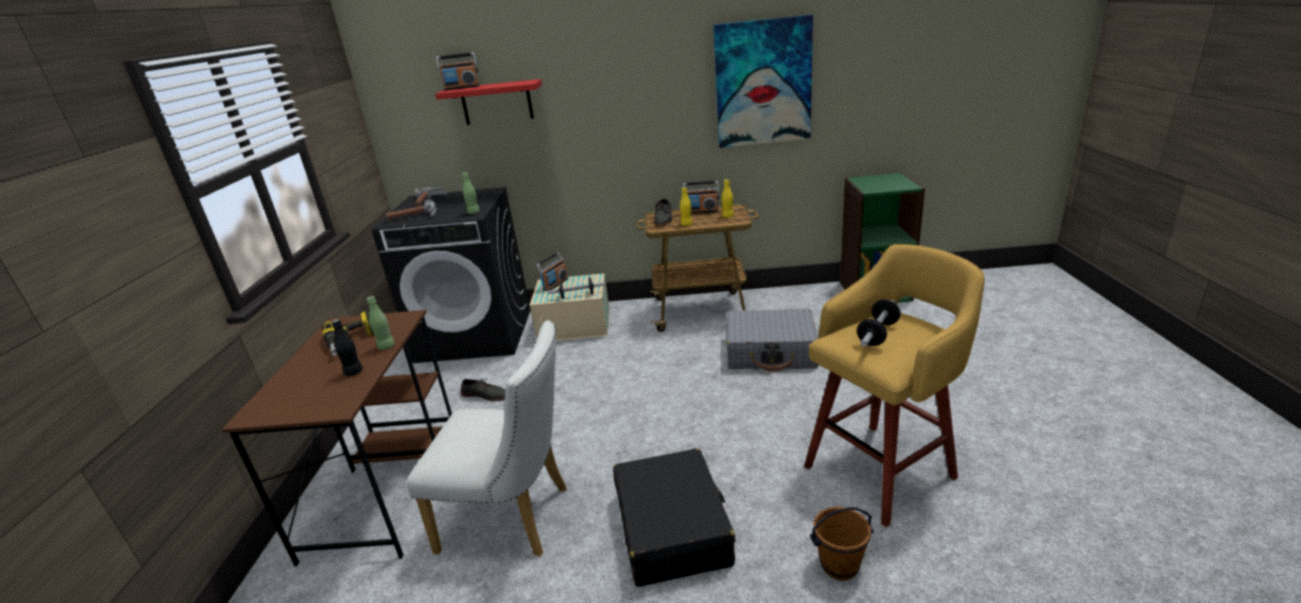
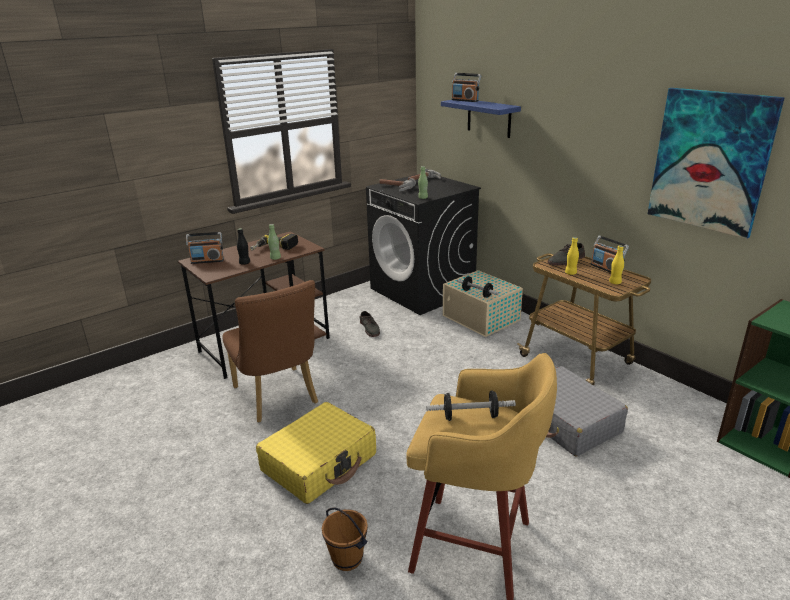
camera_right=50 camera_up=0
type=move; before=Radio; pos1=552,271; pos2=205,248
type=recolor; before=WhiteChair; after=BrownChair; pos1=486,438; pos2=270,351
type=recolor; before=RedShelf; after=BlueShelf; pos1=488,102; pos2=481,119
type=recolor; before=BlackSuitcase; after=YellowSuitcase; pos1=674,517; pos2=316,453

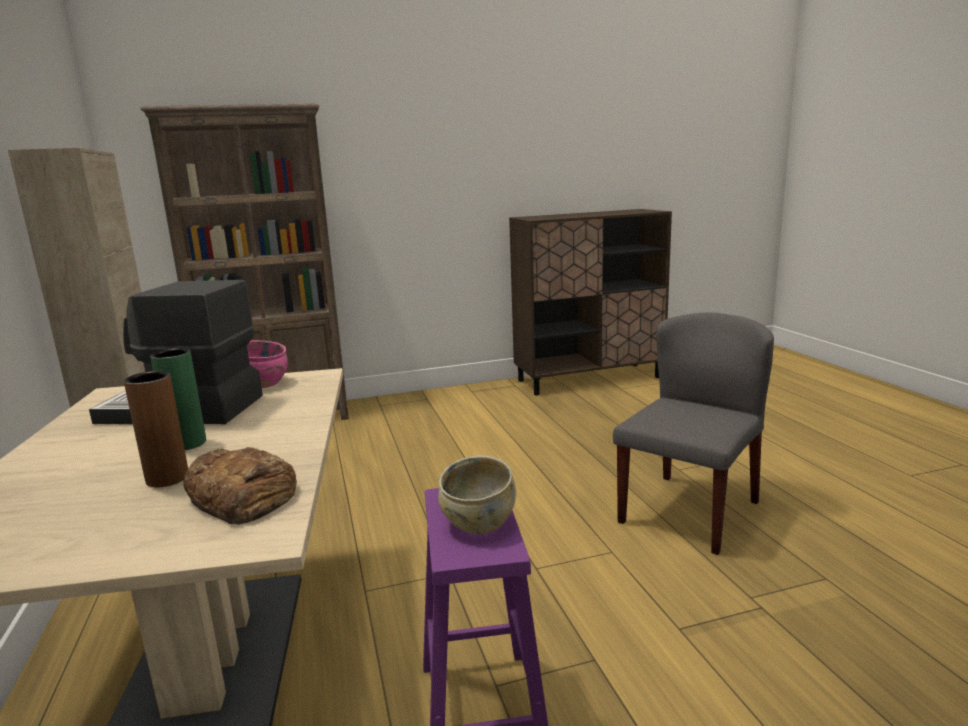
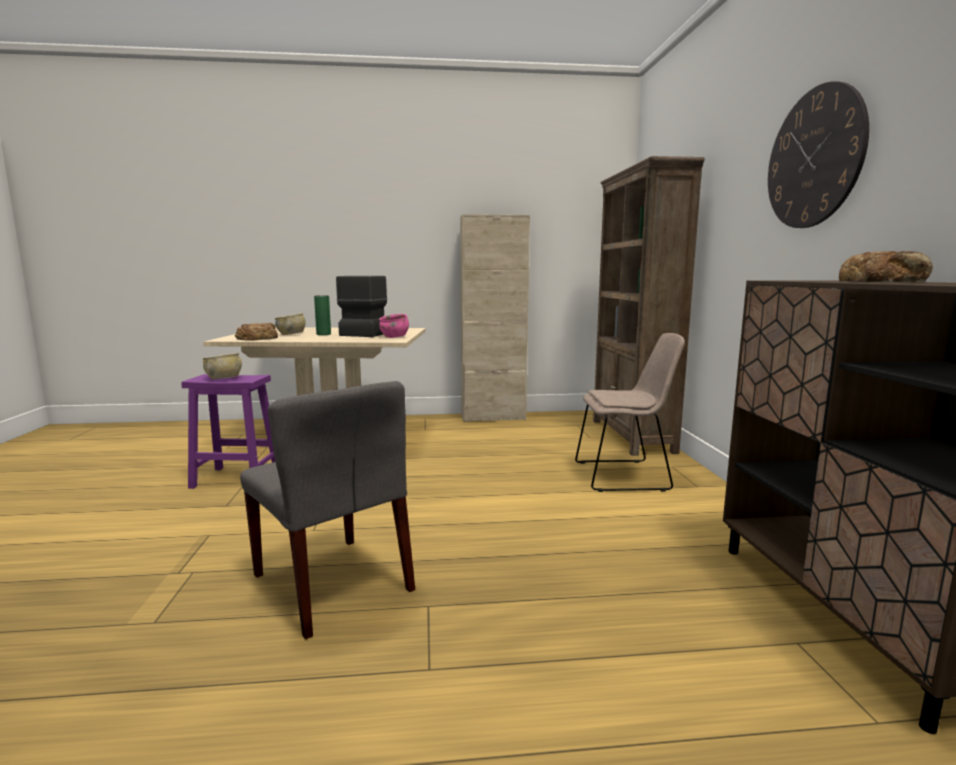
camera_right=100 camera_up=-5
type=insert; after=BeigeChair; pos2=630,412
type=insert; after=WallClock; pos2=818,154
type=insert; after=Bread; pos2=886,266
type=replace; before=BrownVase; after=BeigeBowl; pos1=156,429; pos2=290,324

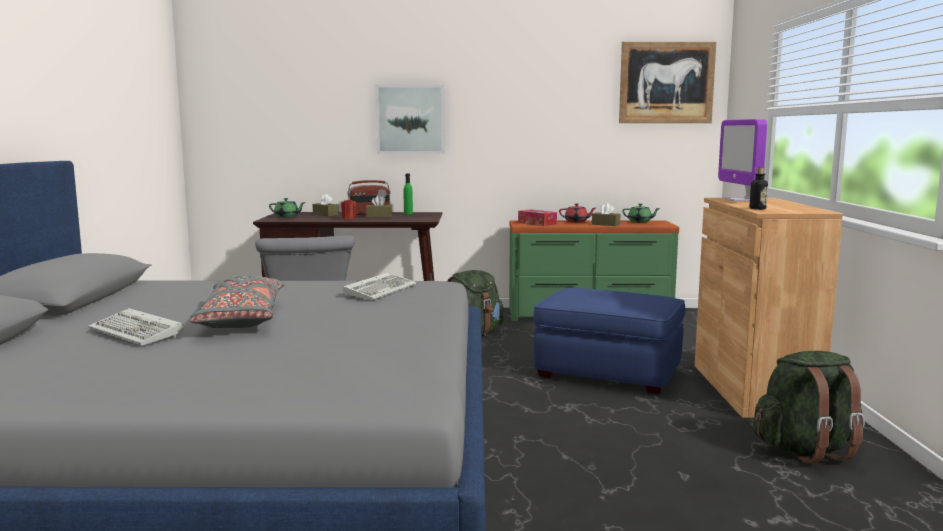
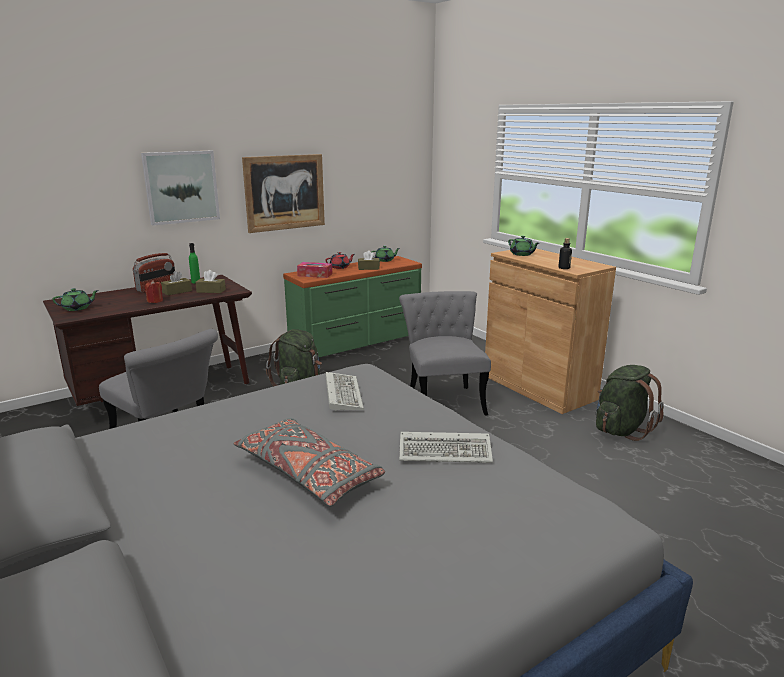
camera_right=-35 camera_up=10
type=move; before=Keyboard; pos1=136,327; pos2=446,447
type=move; before=BrownTissueBox; pos1=326,205; pos2=210,281
type=move; before=Picture; pos1=667,82; pos2=283,193
type=replace; before=BlueOttoman; after=GreyChair; pos1=609,341; pos2=445,353
type=replace; before=Monitor; after=GreenTeapot; pos1=742,160; pos2=523,246

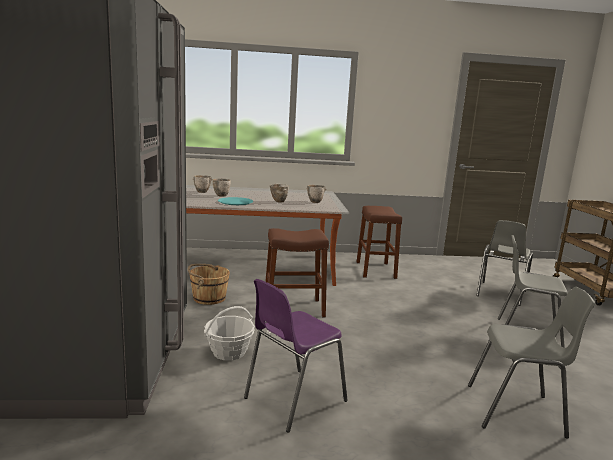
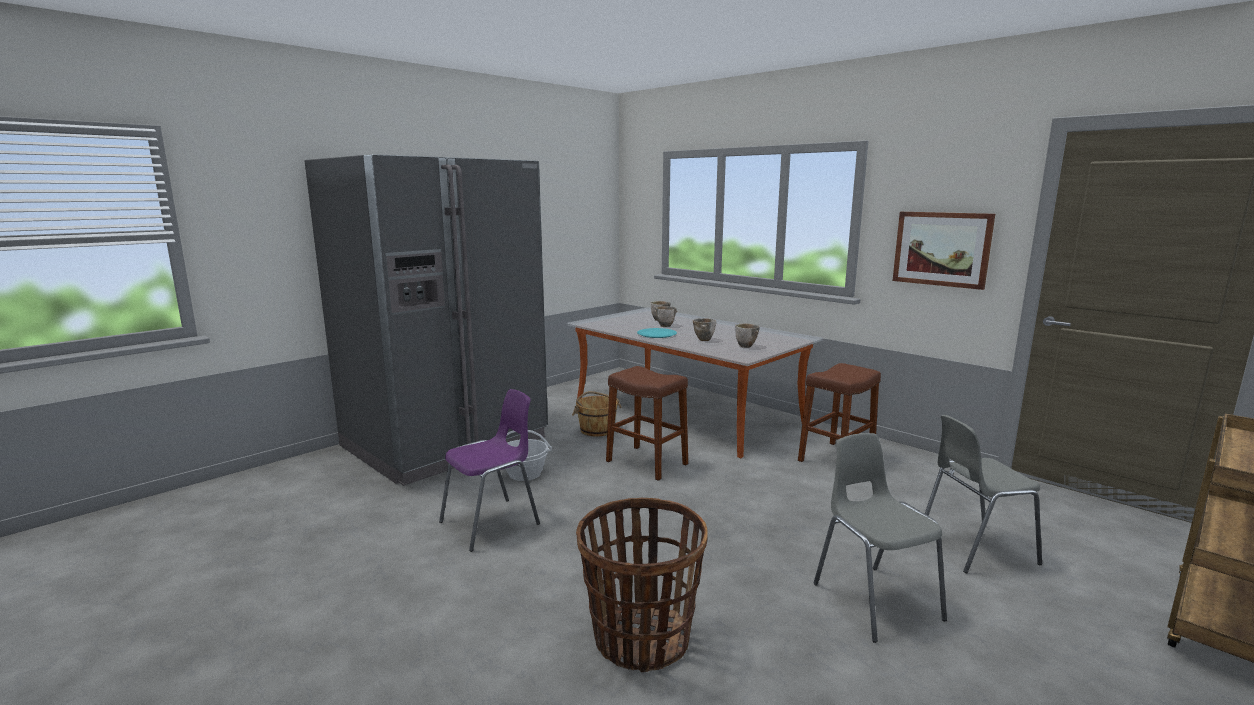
camera_right=50 camera_up=0
type=insert; after=Picture; pos2=944,251
type=replace; before=GreyChair; after=Basket; pos1=531,363; pos2=642,585
type=rotate; before=PurpleChair; pos1=296,356; pos2=489,470; turn=135

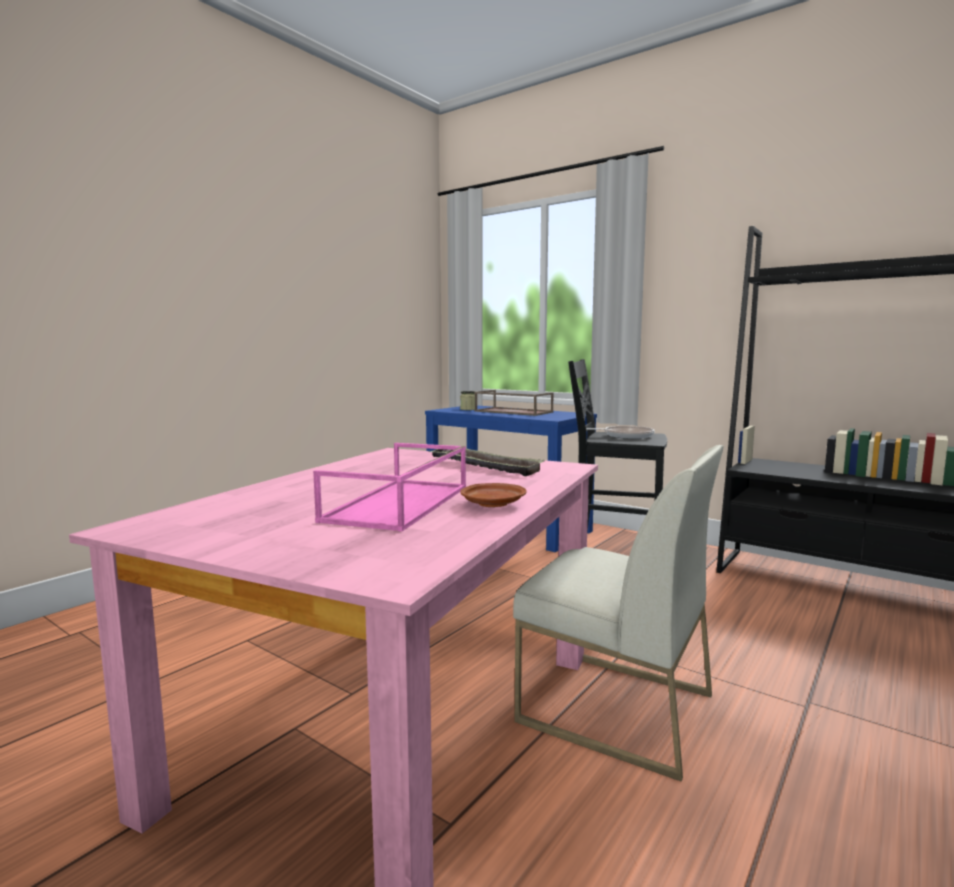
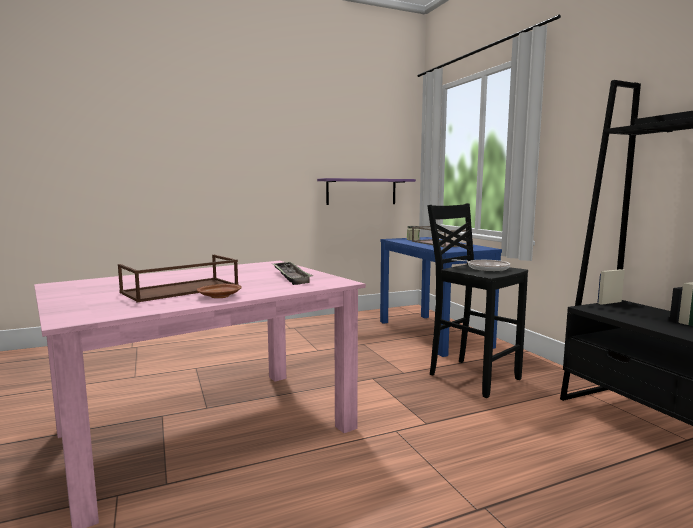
camera_right=30 camera_up=0
type=delete; before=WhiteChair; pos1=618,613
type=insert; after=PurpleShelf; pos2=366,191
type=recolor; before=PinkTray; after=BrownTray; pos1=389,487; pos2=178,278

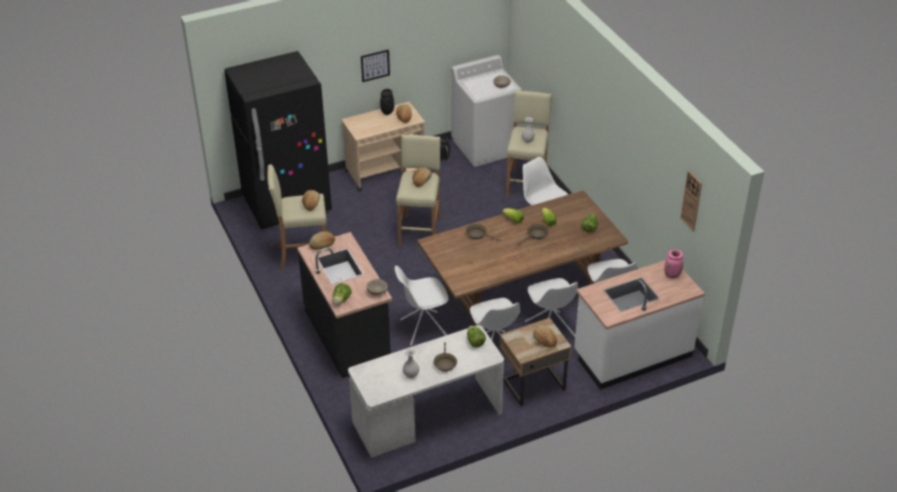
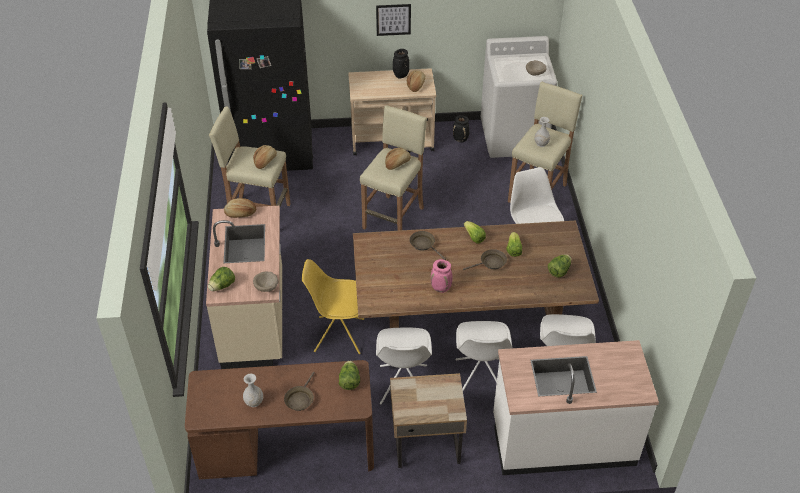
camera_right=20 camera_up=5
type=delete; before=Bread; pos1=545,336
type=delete; before=WallClock; pos1=691,201
type=move; before=PinkVase; pos1=673,264; pos2=441,276
type=recolor; before=BlackCounter; after=BeigeCounter; pos1=344,305; pos2=244,287
type=recolor; before=WhiteDesk; after=BrownDesk; pos1=426,391; pos2=279,420
type=recolor; before=WhiteChair; after=YellowChair; pos1=421,306; pos2=333,306

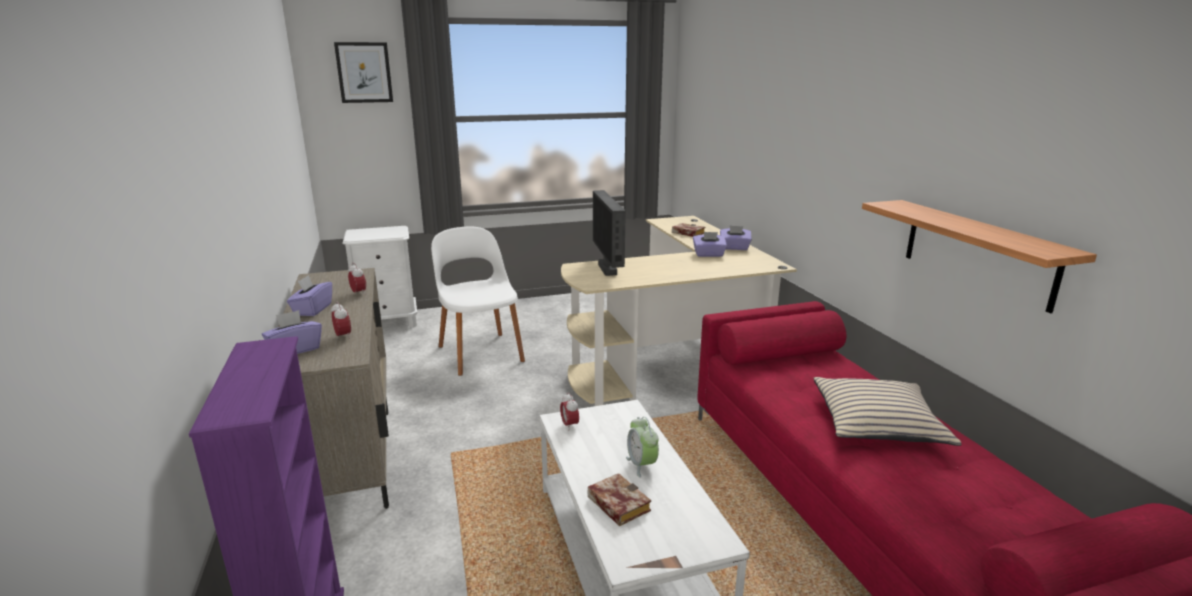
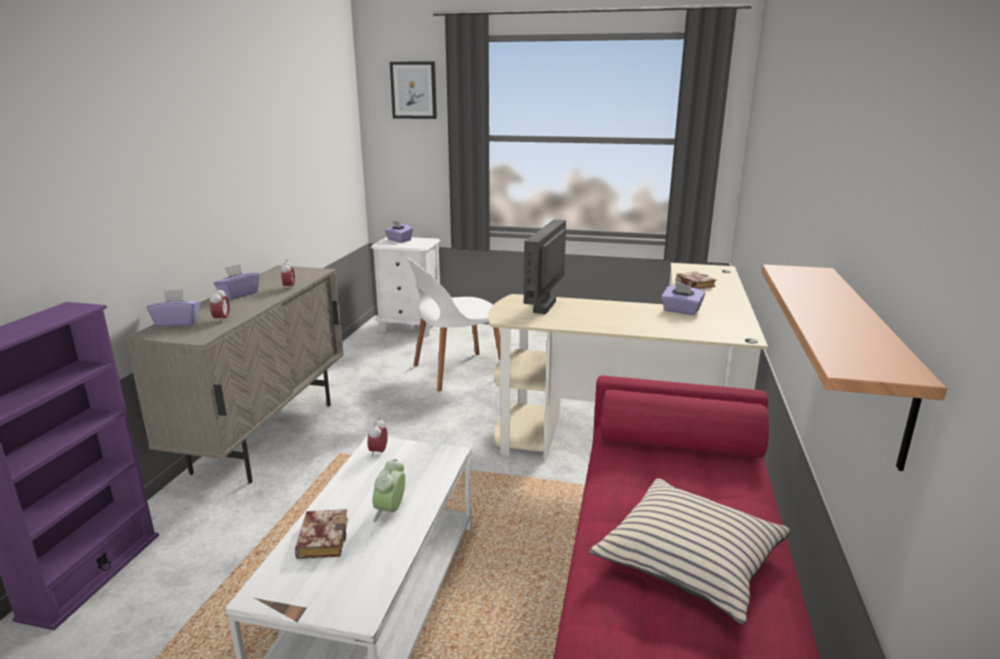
camera_right=30 camera_up=0
type=move; before=PurpleTissueBox; pos1=736,237; pos2=399,232
type=rotate; before=WhiteChair; pos1=478,301; pos2=453,324; turn=-120

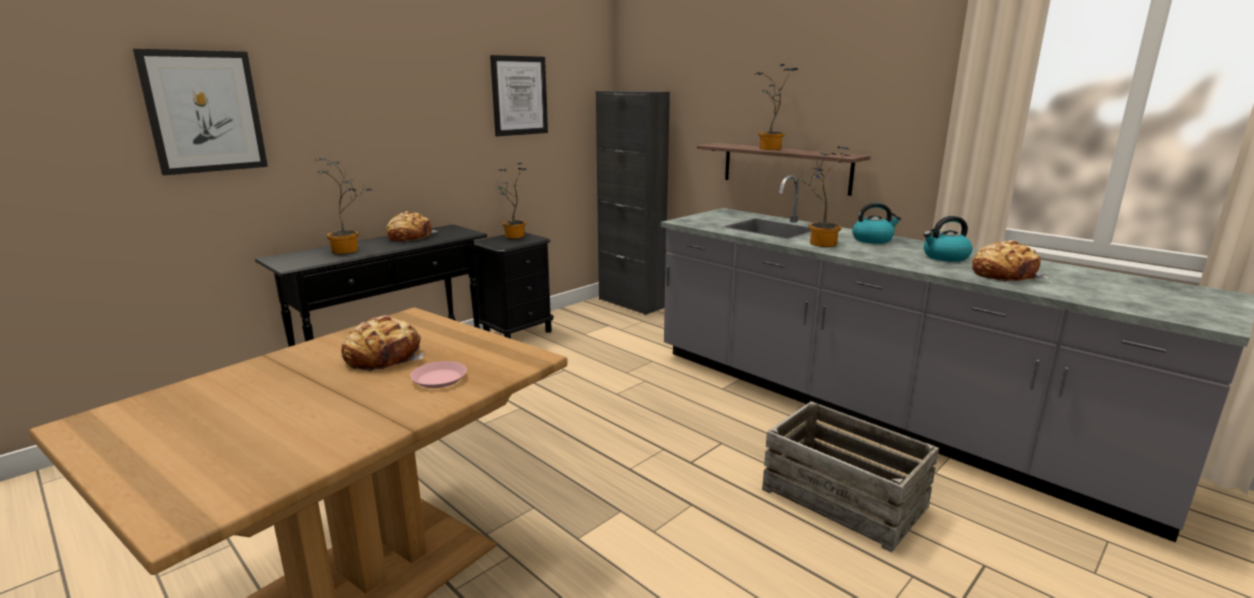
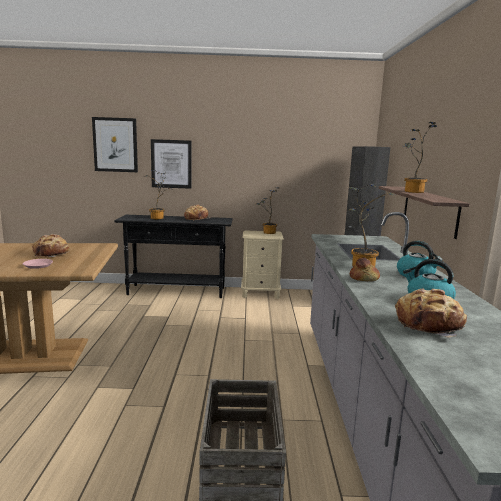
camera_right=45 camera_up=-5
type=insert; after=Bread; pos2=365,269
type=move; before=Picture; pos1=519,95; pos2=171,164
type=recolor; before=BlackNightstand; after=BeigeNightstand; pos1=514,285; pos2=262,264

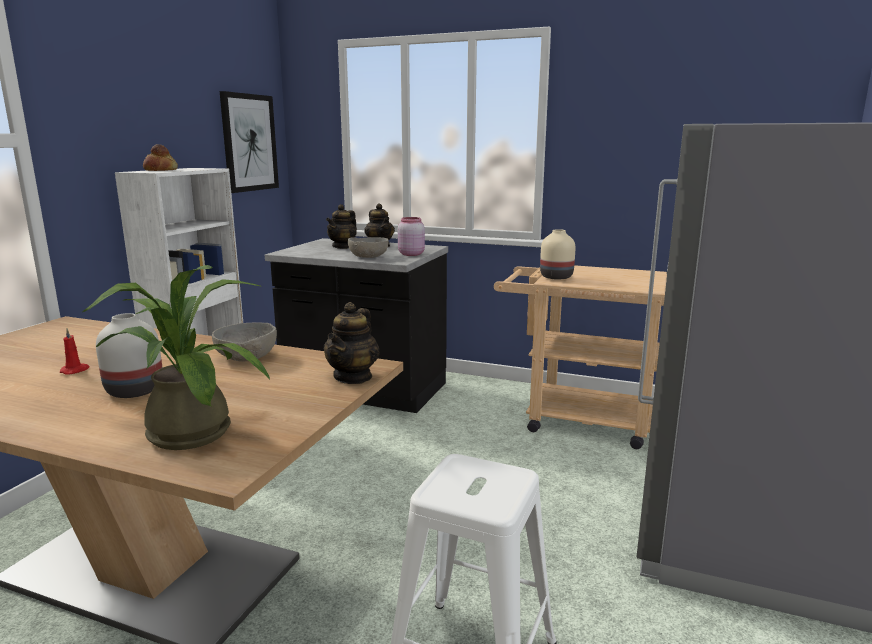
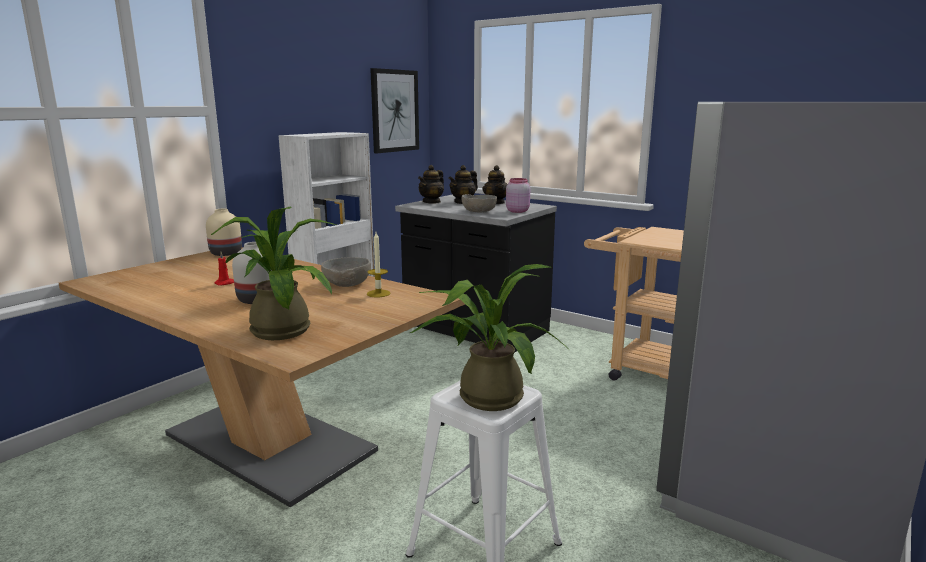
camera_right=15 camera_up=0
type=delete; before=Bread; pos1=160,157
type=insert; after=Candle; pos2=378,264
type=insert; after=PottedPlant; pos2=490,337
type=move; before=Teapot; pos1=352,343; pos2=431,184
type=move; before=BeigeVase; pos1=557,254; pos2=224,232

